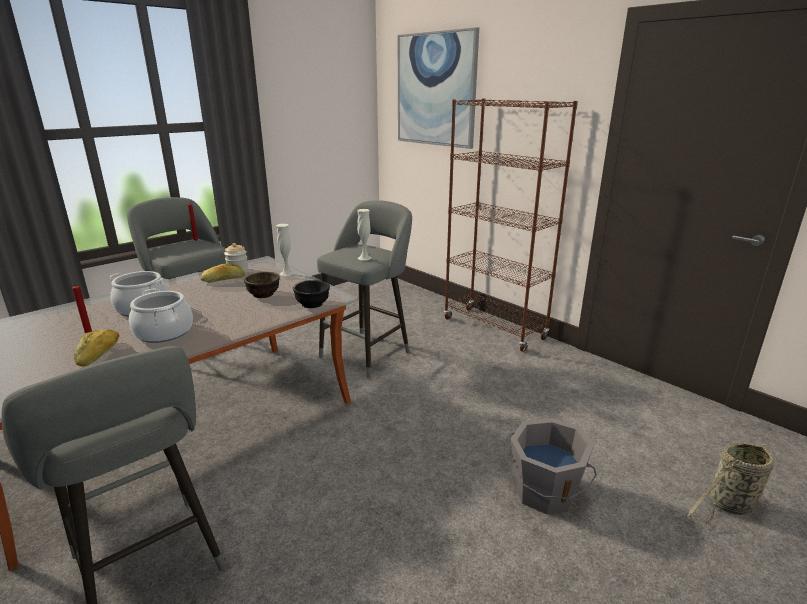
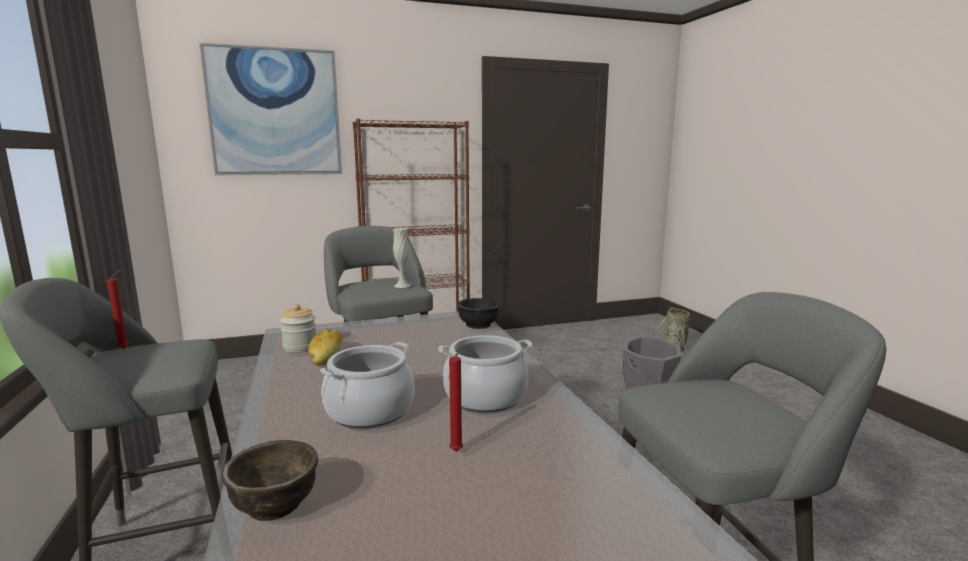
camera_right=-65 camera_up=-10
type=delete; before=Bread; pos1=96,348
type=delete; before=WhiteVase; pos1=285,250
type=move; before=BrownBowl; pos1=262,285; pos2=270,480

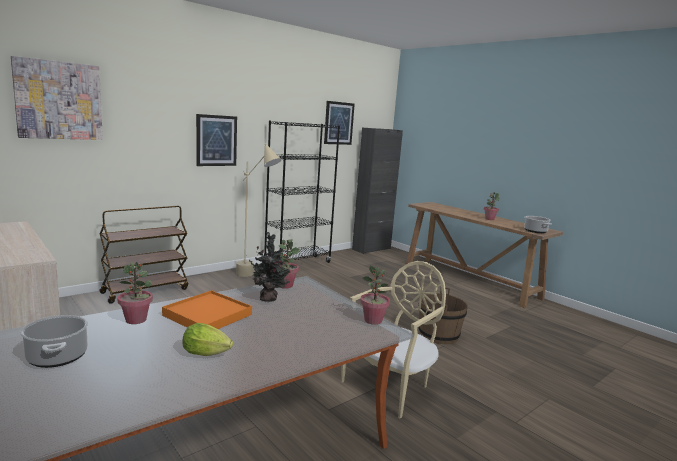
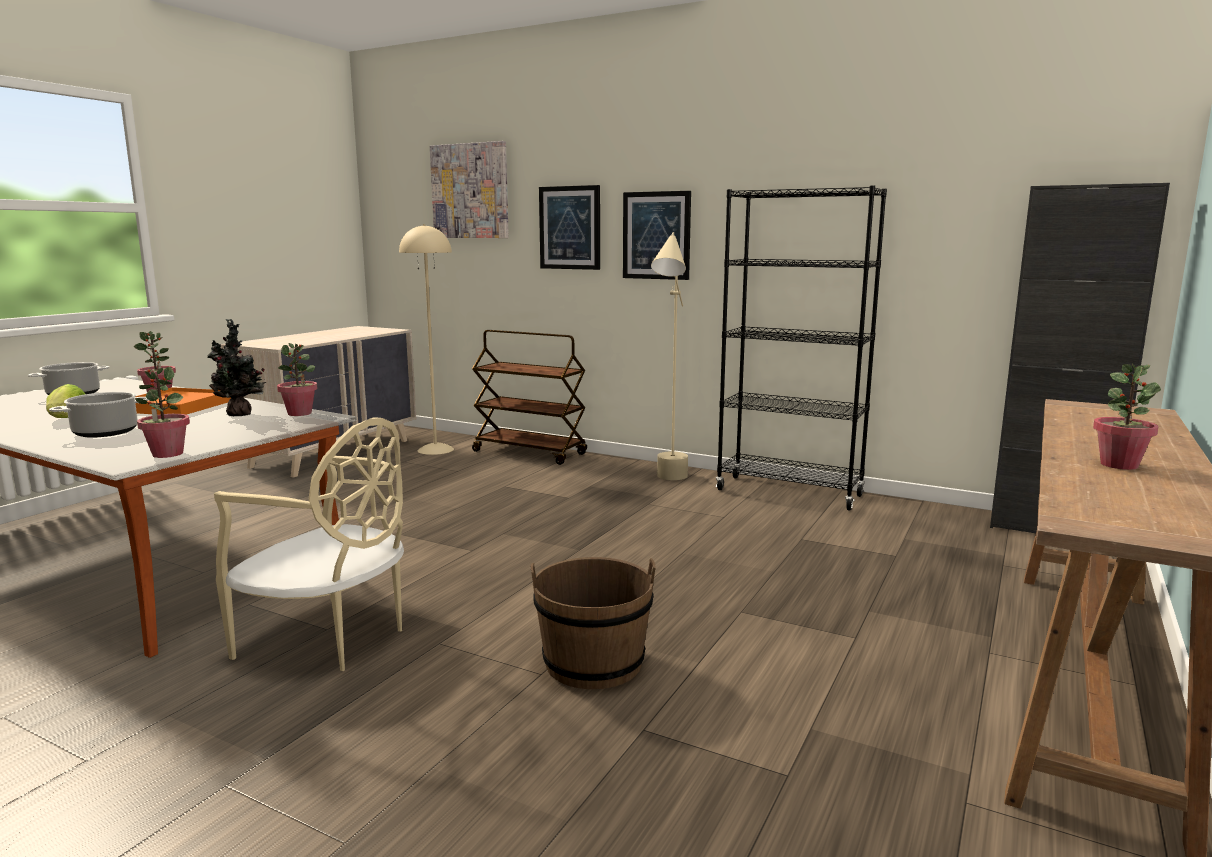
camera_right=70 camera_up=0
type=insert; after=BeigeFloorLamp; pos2=426,339
type=move; before=Picture; pos1=339,123; pos2=569,227
type=move; before=CookingPot; pos1=538,224; pos2=99,414

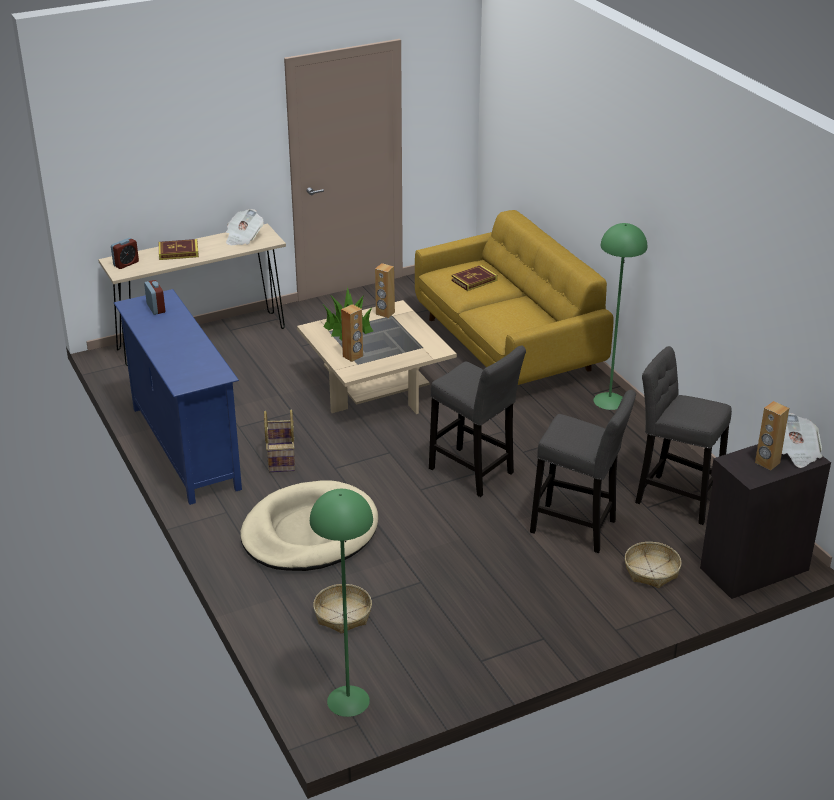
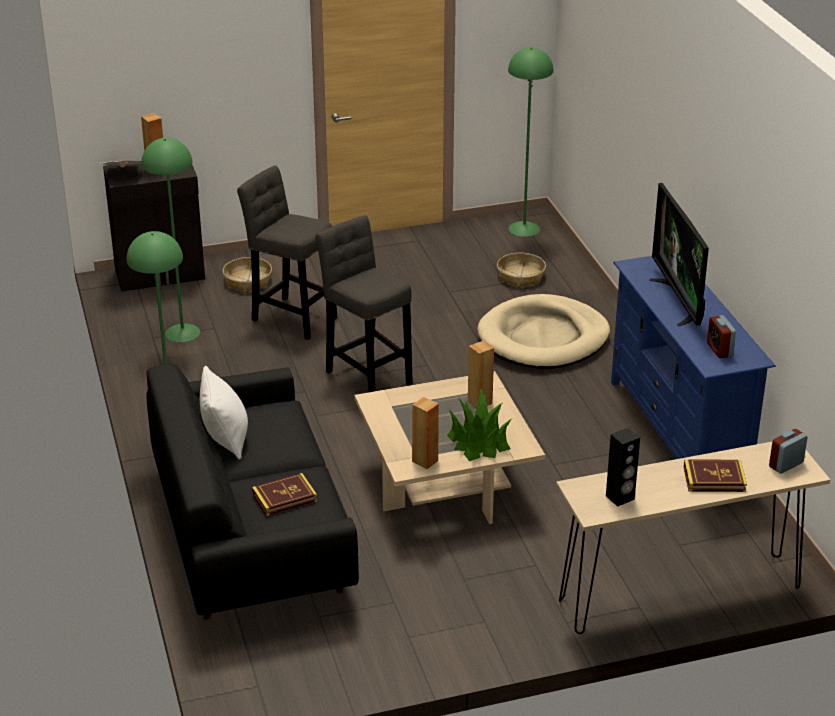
camera_right=-170 camera_up=0
type=delete; before=Basket; pos1=279,441
type=insert; after=WhitePillow; pos2=224,413
type=insert; after=Television; pos2=679,254
type=replace; before=Newspaper; after=BlackSpeaker; pos1=245,227; pos2=623,467
type=replace; before=GreyStool; after=GreenFloorLamp; pos1=683,435; pos2=170,240
type=recolor; before=YellowSofa; after=BlackSofa; pos1=514,297; pos2=253,491

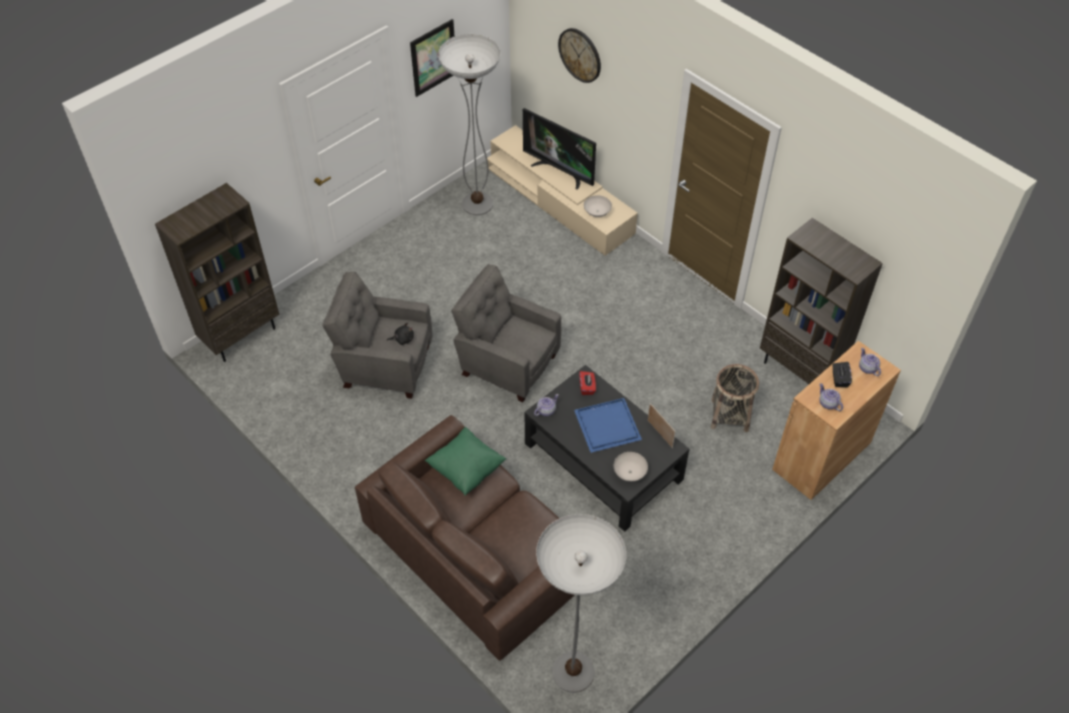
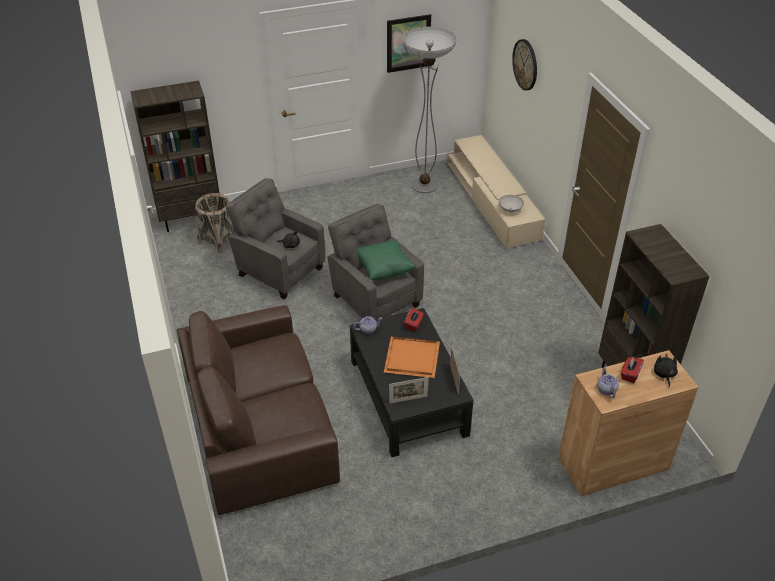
camera_right=25 camera_up=-10
type=delete; before=Television; pos1=559,149
type=delete; before=FloorLamp; pos1=581,603
type=move; before=GreenPillow; pos1=466,461; pos2=386,259
type=move; before=Basket; pos1=735,398; pos2=214,223
type=replace; before=WhiteBowl; after=PictureFrame; pos1=631,467; pos2=409,390
type=replace; before=Teapot; after=BlackPlushToy; pos1=870,362; pos2=666,370
type=recolor; before=BlueTray; after=OrangeTray; pos1=608,425; pos2=412,357
type=recolor; before=BlackTissueBox; after=RedTissueBox; pos1=842,374; pos2=632,370

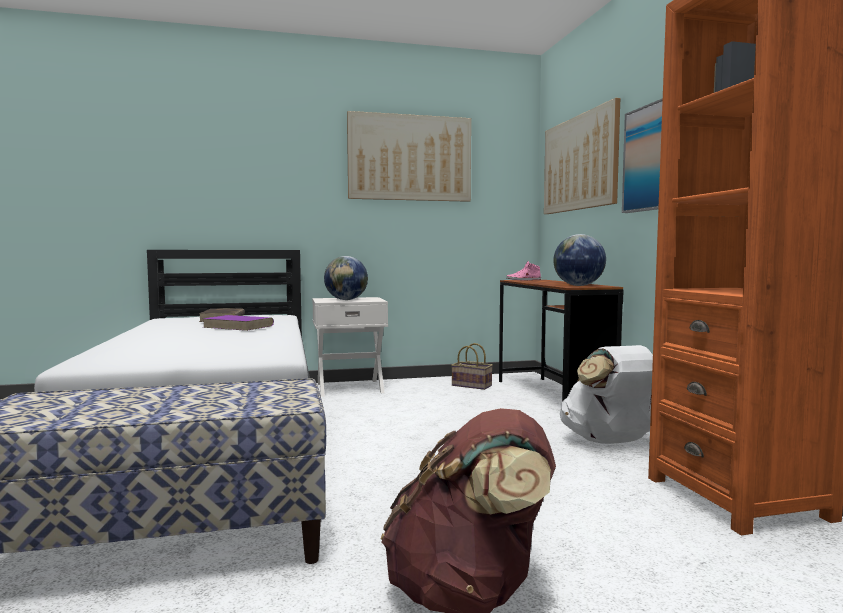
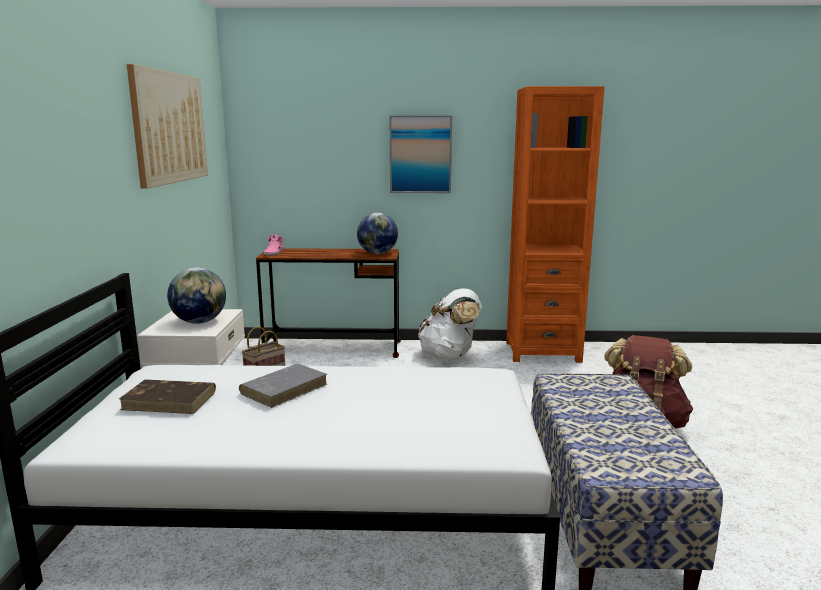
camera_right=-75 camera_up=10
type=delete; before=Picture; pos1=582,156
type=recolor; before=PurpleBook; after=GreyBook; pos1=238,323; pos2=283,386

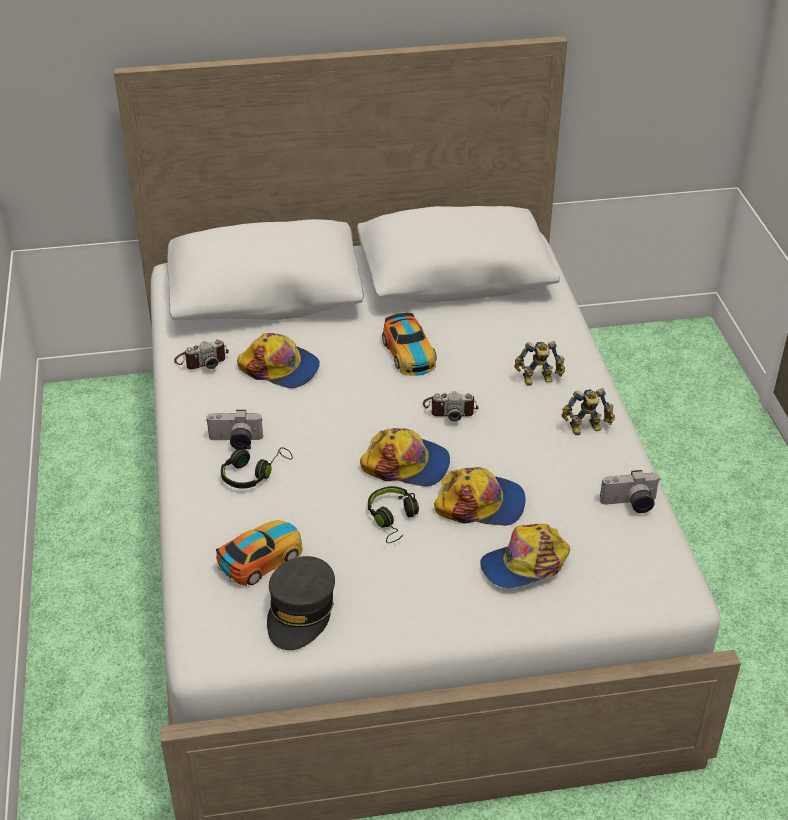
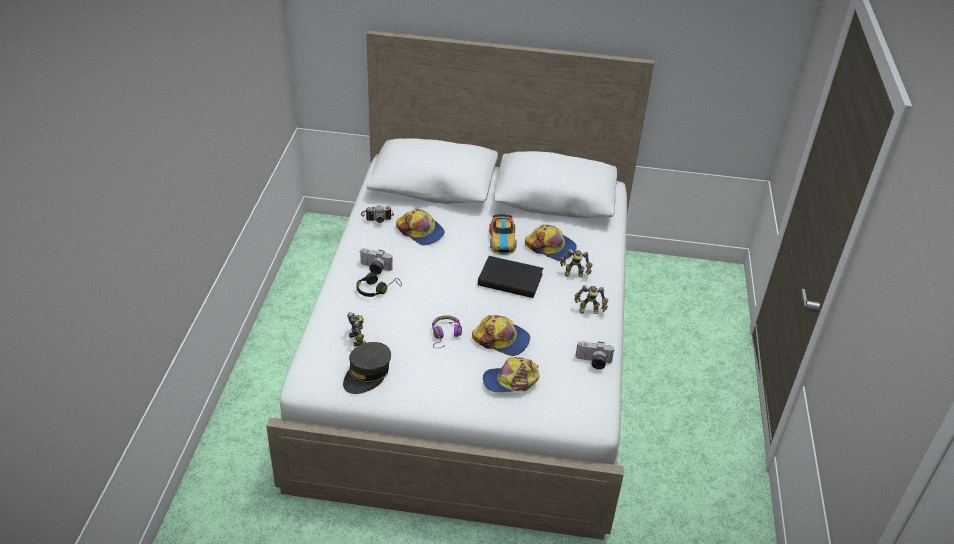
camera_right=15 camera_up=0
type=move; before=Cap; pos1=405,457; pos2=551,243
type=replace; before=ToyCar; after=ToyRobot; pos1=259,553; pos2=356,329
type=replace; before=PhotoCamera; after=BlackBook; pos1=451,406; pos2=510,277
type=recolor; before=BlackHeadphones; after=PurpleHeadphones; pos1=393,514; pos2=447,331

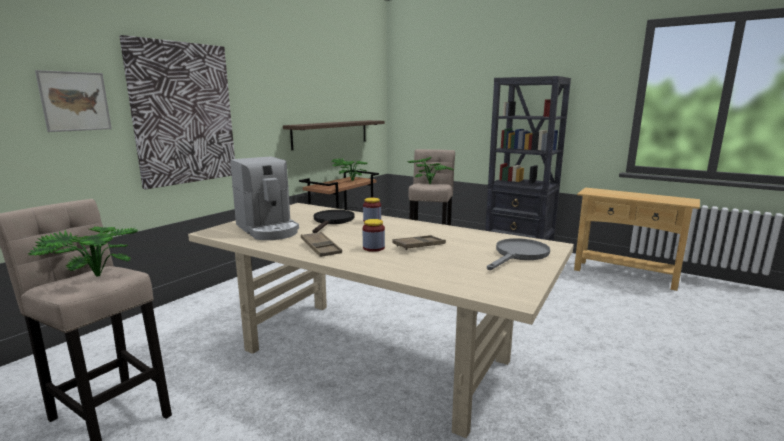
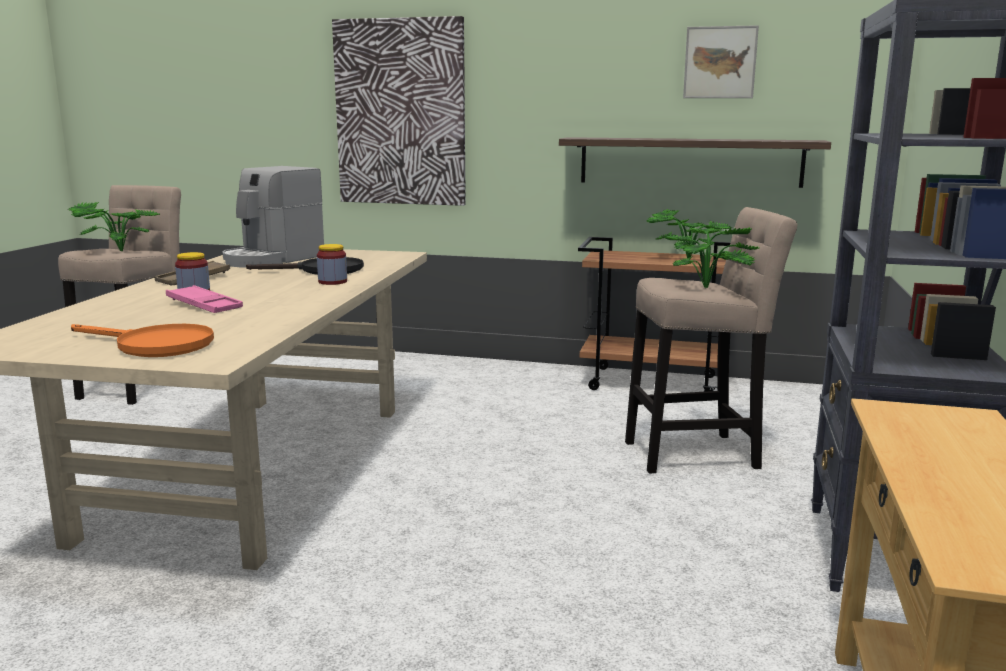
camera_right=70 camera_up=0
type=move; before=Picture; pos1=73,101; pos2=721,61
type=recolor; before=BrownTray; after=PinkTray; pos1=419,242; pos2=204,299
type=recolor; before=GreyFryingPan; after=OrangeFryingPan; pos1=518,254; pos2=142,340

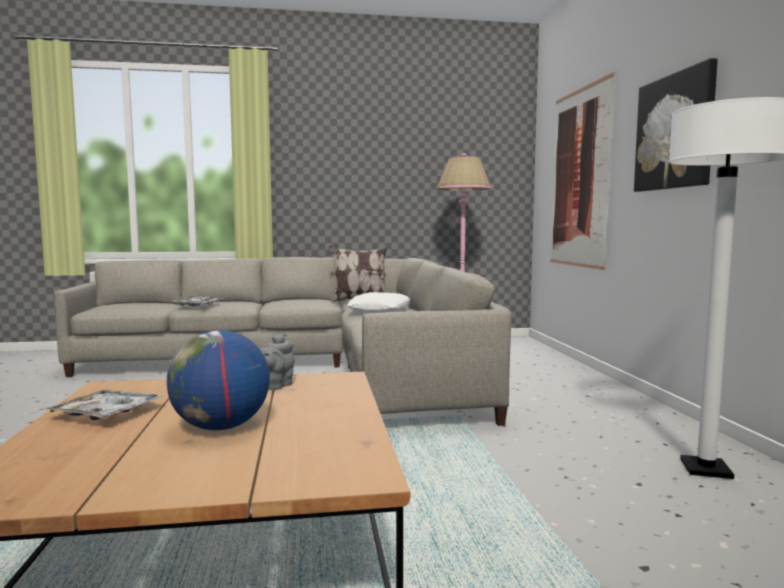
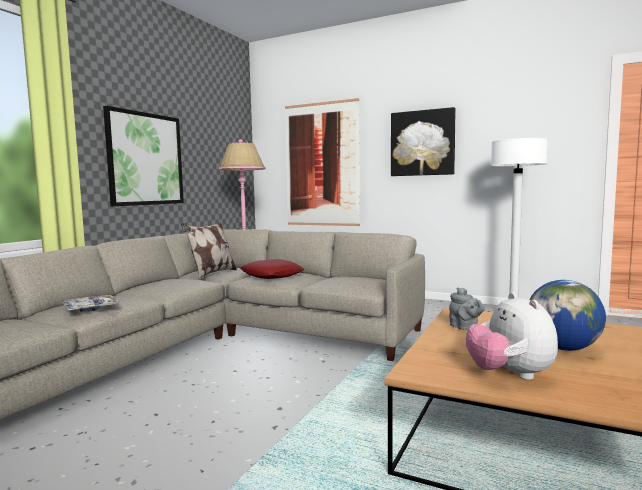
camera_right=-55 camera_up=0
type=insert; after=Picture; pos2=143,156
type=replace; before=Tray; after=PlushToy; pos1=103,405; pos2=512,336
type=recolor; before=WhitePillow; after=RedPillow; pos1=378,302; pos2=272,269

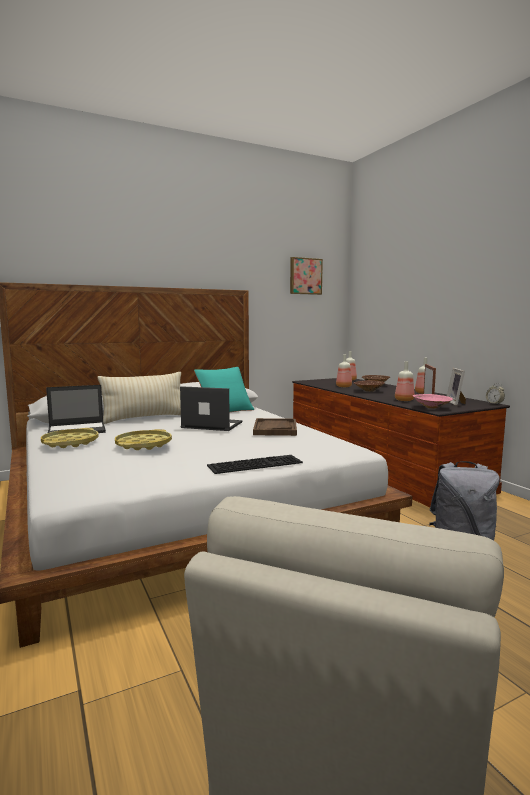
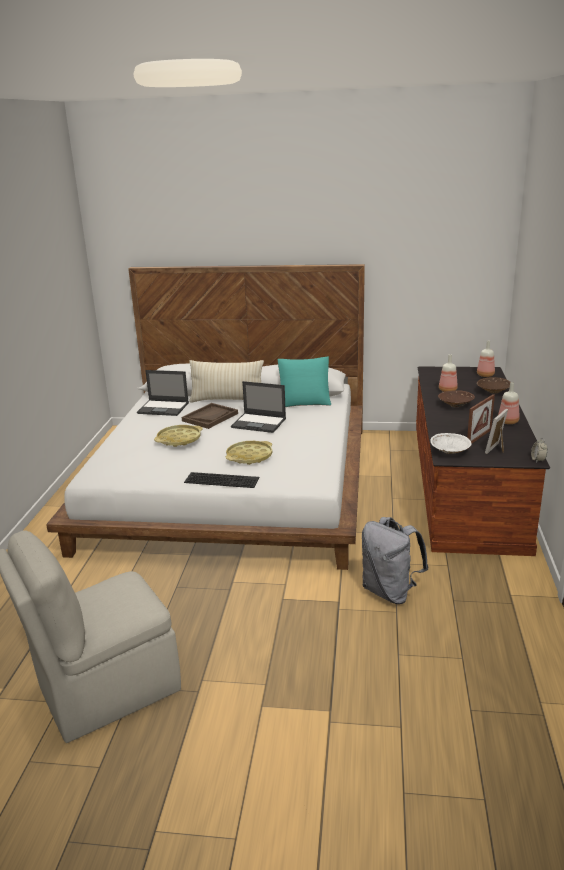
camera_right=35 camera_up=15
type=delete; before=Picture; pos1=306,276
type=delete; before=Bottle; pos1=405,381
type=move; before=YellowTray; pos1=70,438; pos2=249,453
type=move; before=BrownTray; pos1=275,427; pos2=210,416
type=recolor; before=PinkBowl; after=WhiteBowl; pos1=433,401; pos2=451,443
type=rotate; before=Laptop; pos1=211,408; pos2=258,407; turn=150

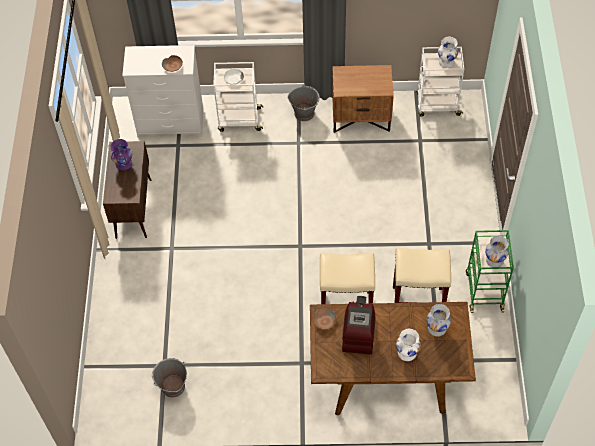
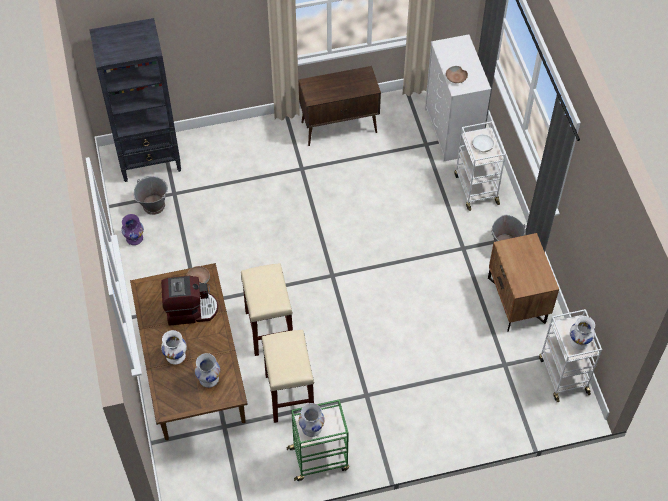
camera_right=75 camera_up=0
type=insert; after=BlackBookcase; pos2=135,100
type=move; before=PurpleVase; pos1=121,155; pos2=132,229

